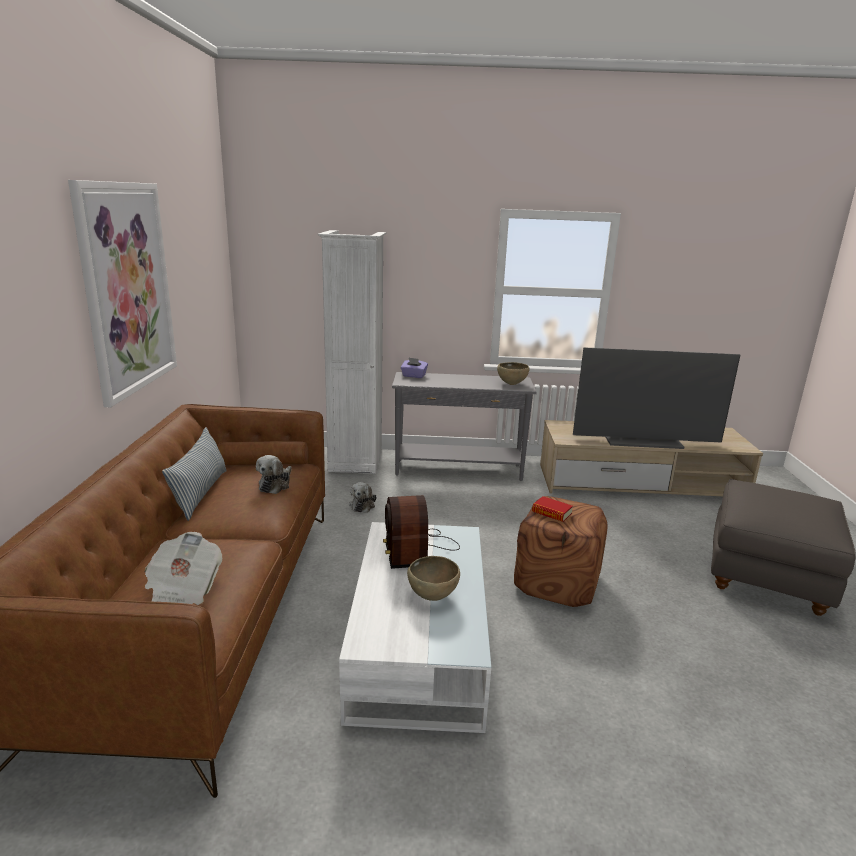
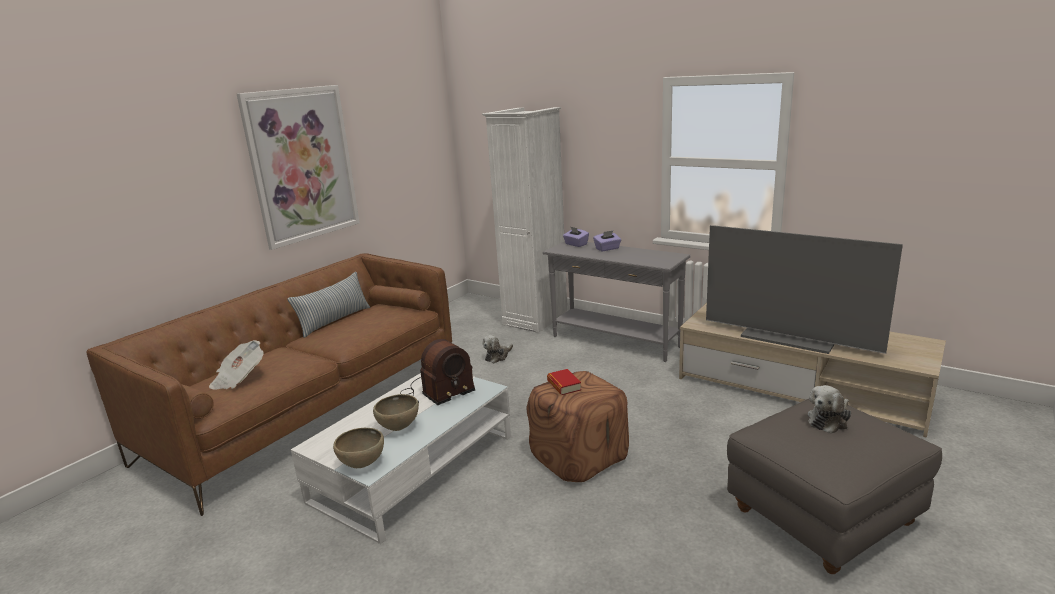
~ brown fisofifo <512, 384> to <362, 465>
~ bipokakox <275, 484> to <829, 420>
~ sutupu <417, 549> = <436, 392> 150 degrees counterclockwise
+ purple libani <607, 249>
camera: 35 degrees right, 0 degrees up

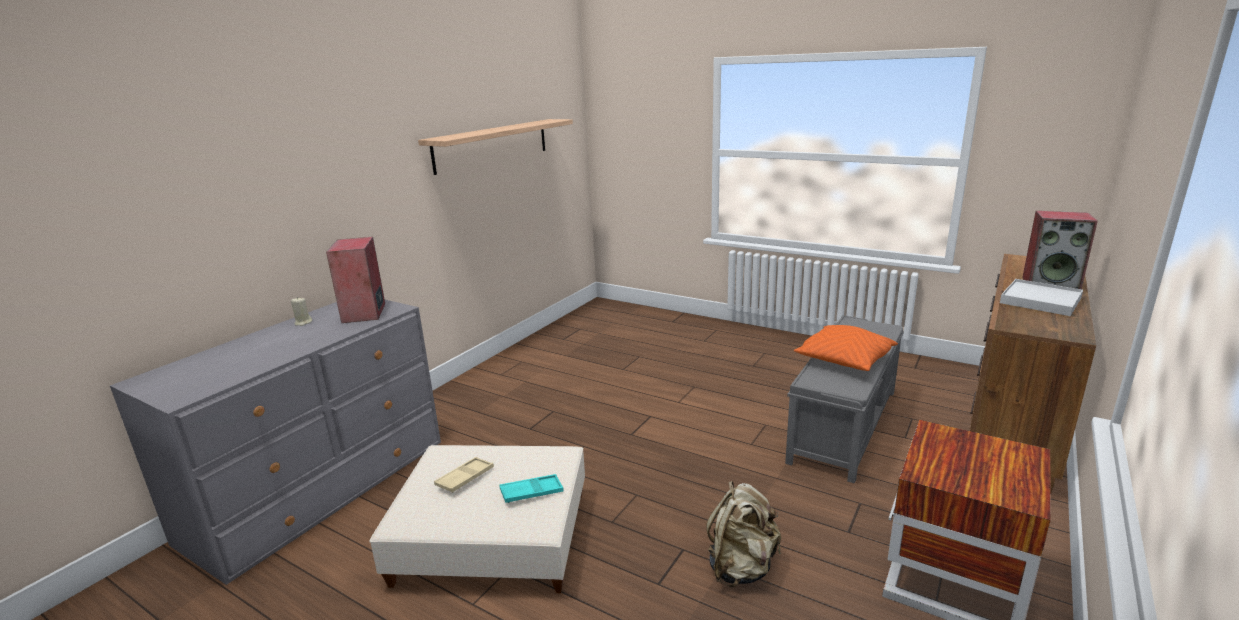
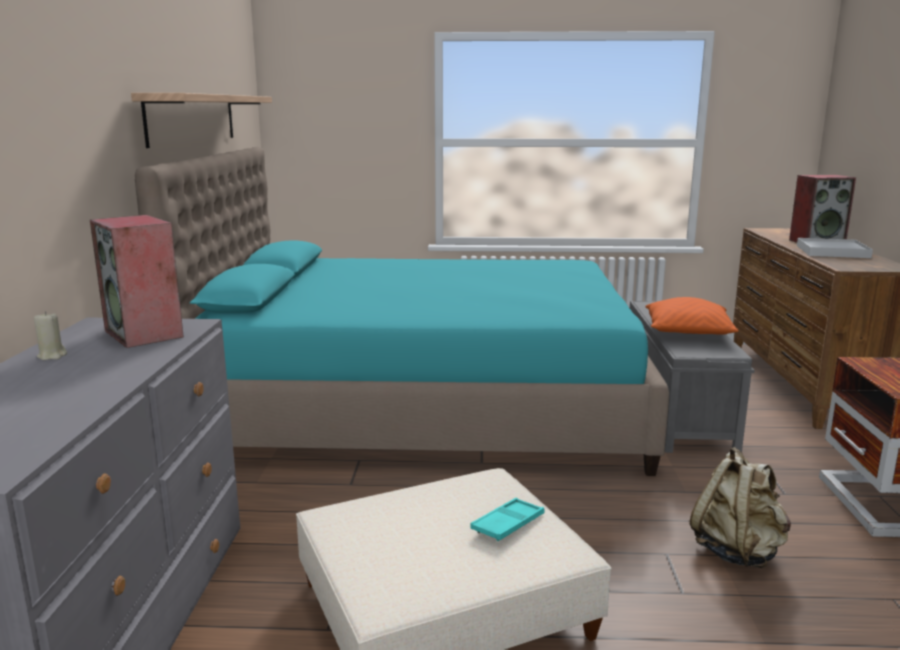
- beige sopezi <465, 478>
+ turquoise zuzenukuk <422, 405>
camera: 30 degrees left, 5 degrees down

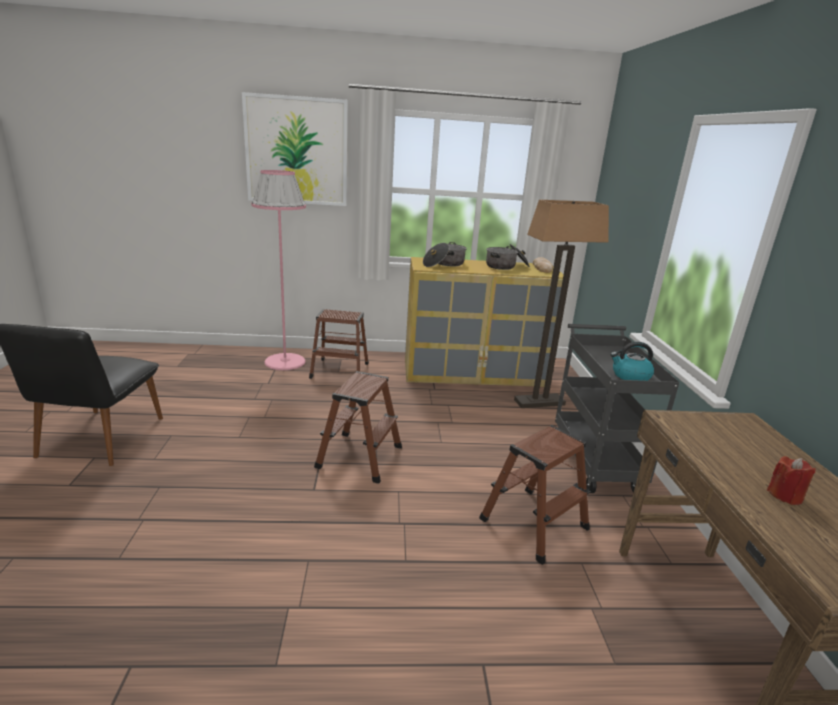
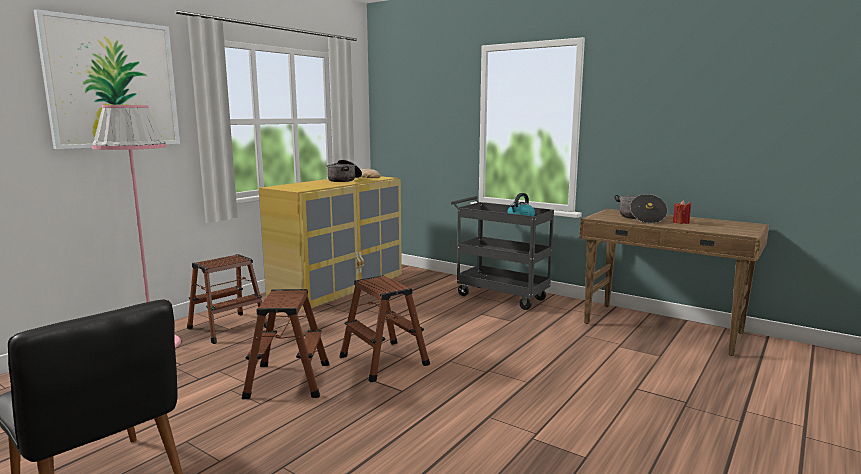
- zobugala <539, 402>
~ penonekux <444, 264> to <640, 218>
~ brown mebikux <534, 523> to <288, 380>
camera: 50 degrees left, 10 degrees down

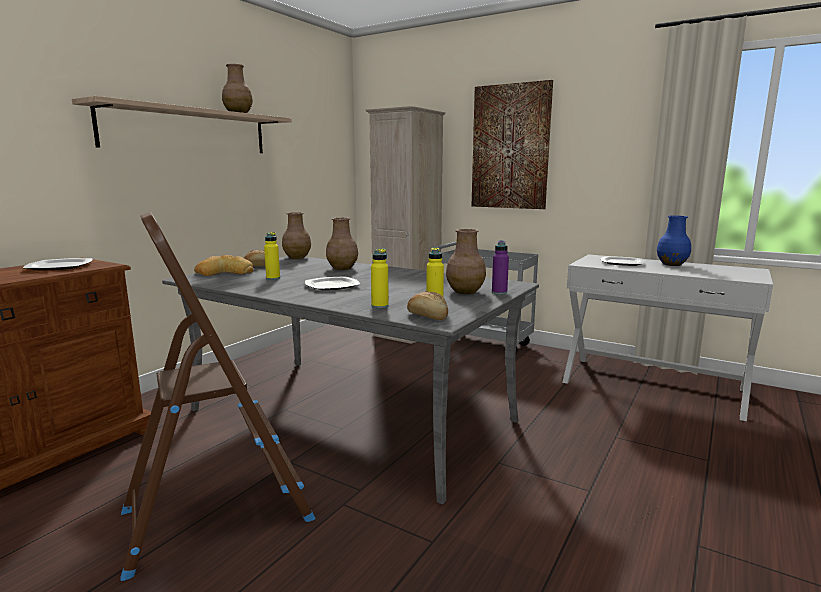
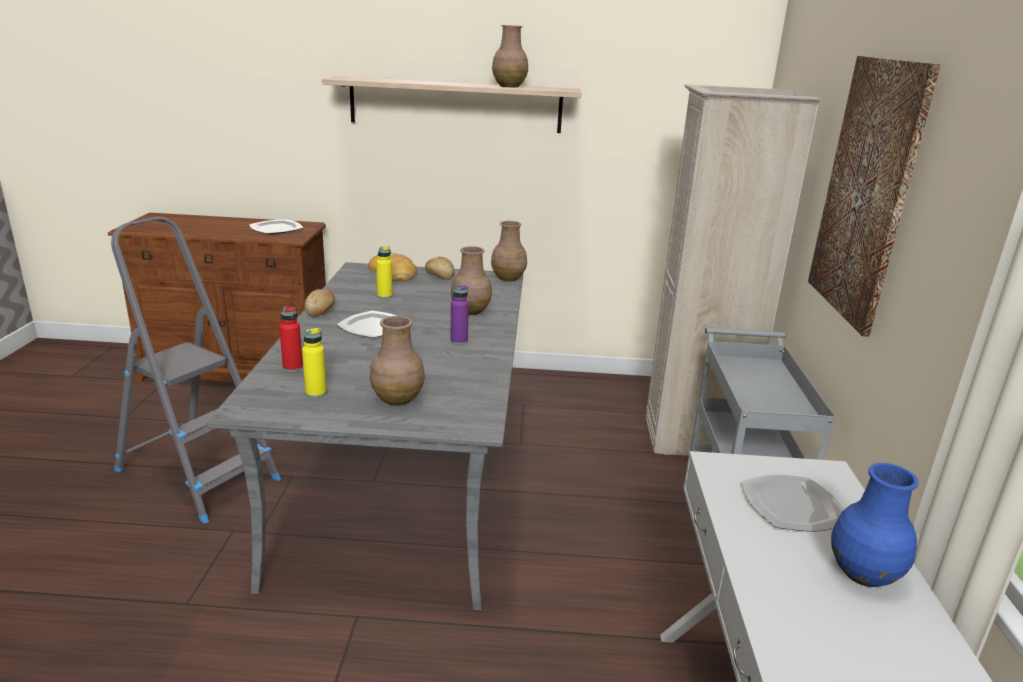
~ brown mebikux <220, 515> to grey mebikux <198, 475>
~ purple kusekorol <499, 292> to <459, 341>
~ yellow kusekorol <380, 306> to red kusekorol <293, 368>
~ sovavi <427, 316> to <321, 311>
camera: 60 degrees right, 10 degrees up

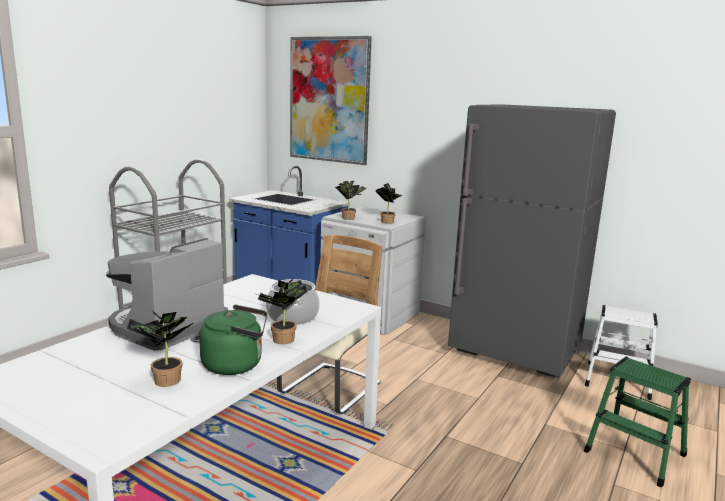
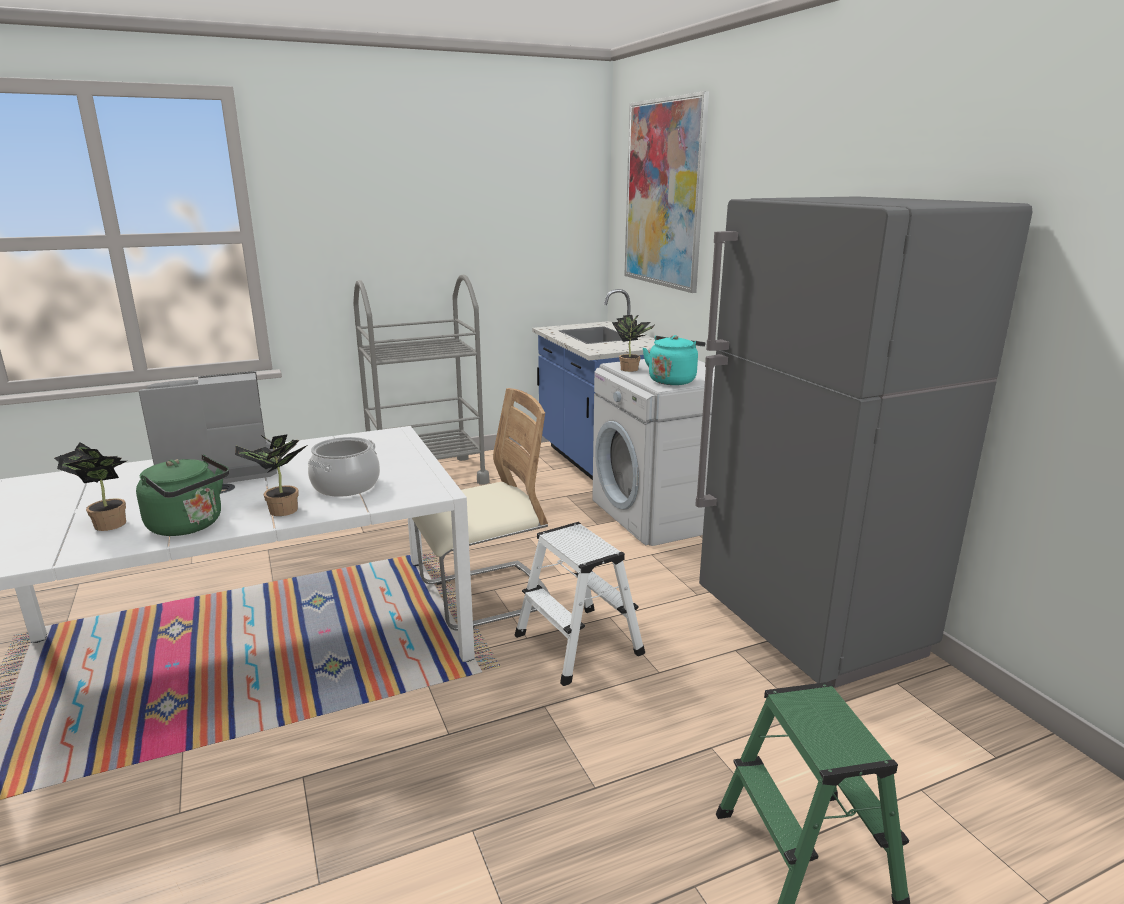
~ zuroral <386, 221> to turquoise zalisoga <673, 380>
~ white mebikux <618, 379> to <579, 644>
camera: 35 degrees right, 5 degrees up

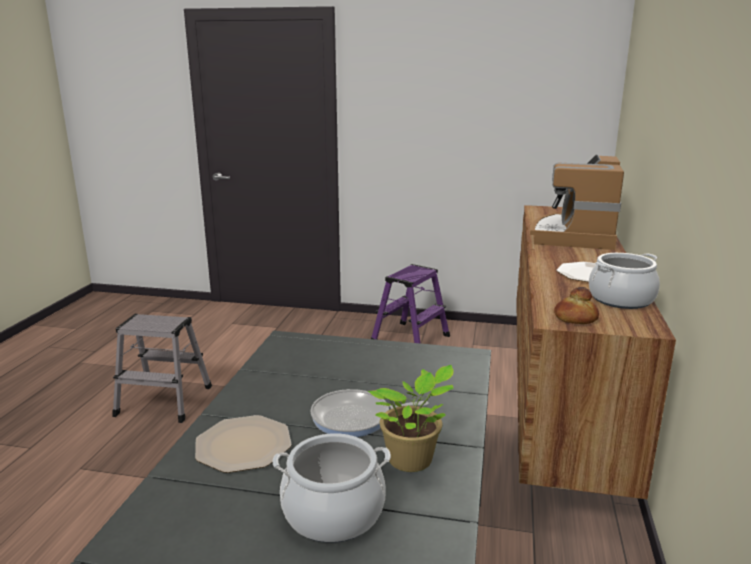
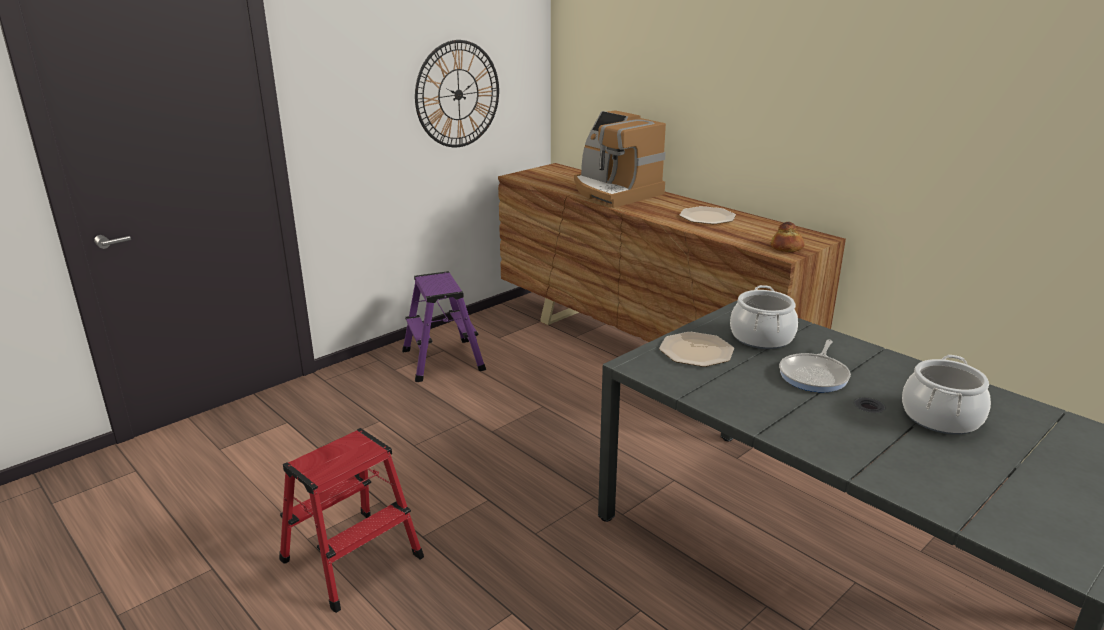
~ penonekux <621, 299> to <762, 337>
~ grey mebikux <164, 400> to red mebikux <352, 557>
- zuroral <413, 461>
~ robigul <244, 445> to <696, 350>
+ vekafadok <458, 94>
camera: 55 degrees left, 5 degrees up

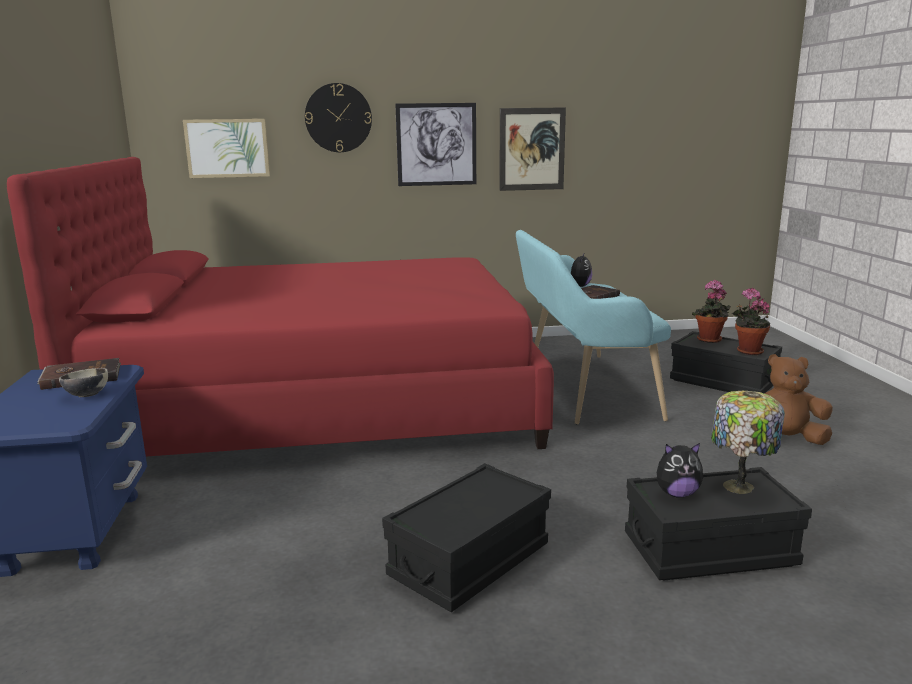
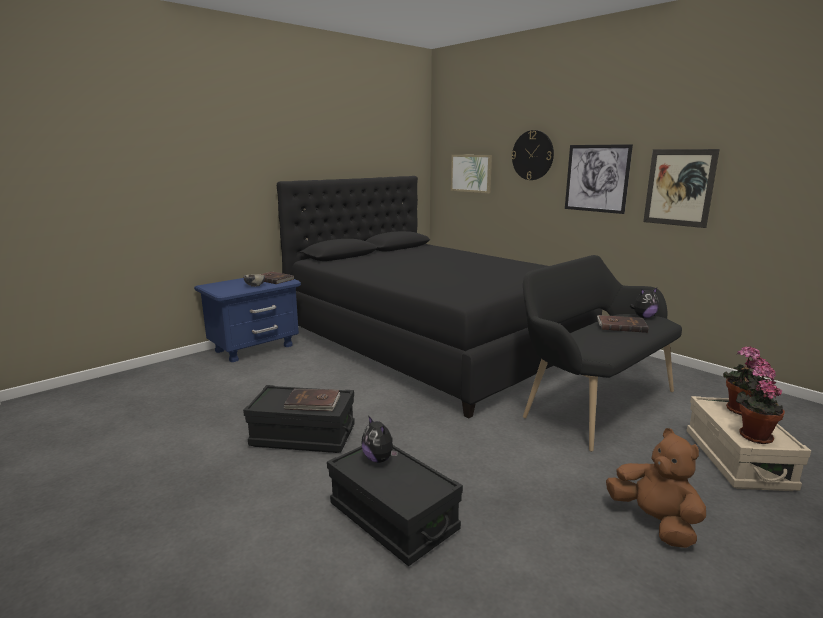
~ red zuzenukuk <321, 404> to black zuzenukuk <431, 342>
~ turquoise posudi <581, 388> to black posudi <593, 402>
~ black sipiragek <722, 382> to beige sipiragek <737, 460>
- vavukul <739, 488>
+ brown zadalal <313, 402>
camera: 55 degrees right, 0 degrees up

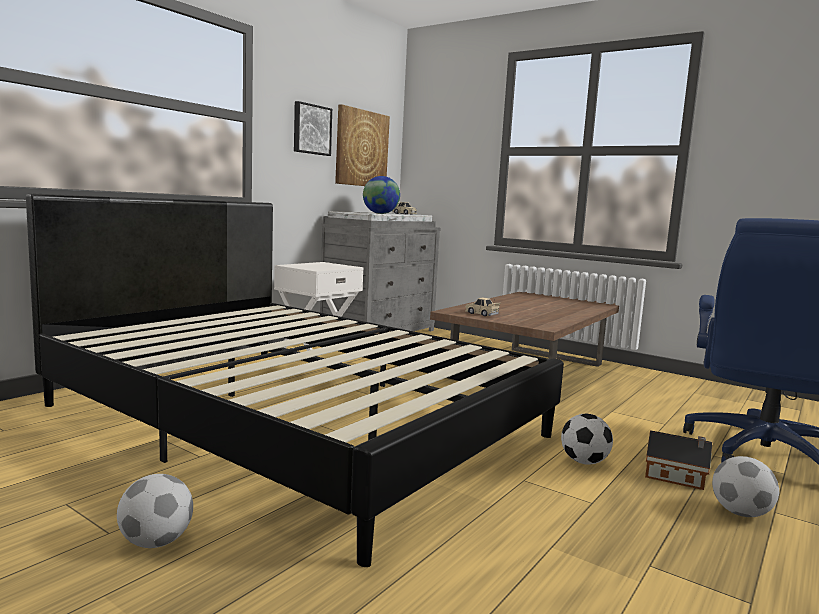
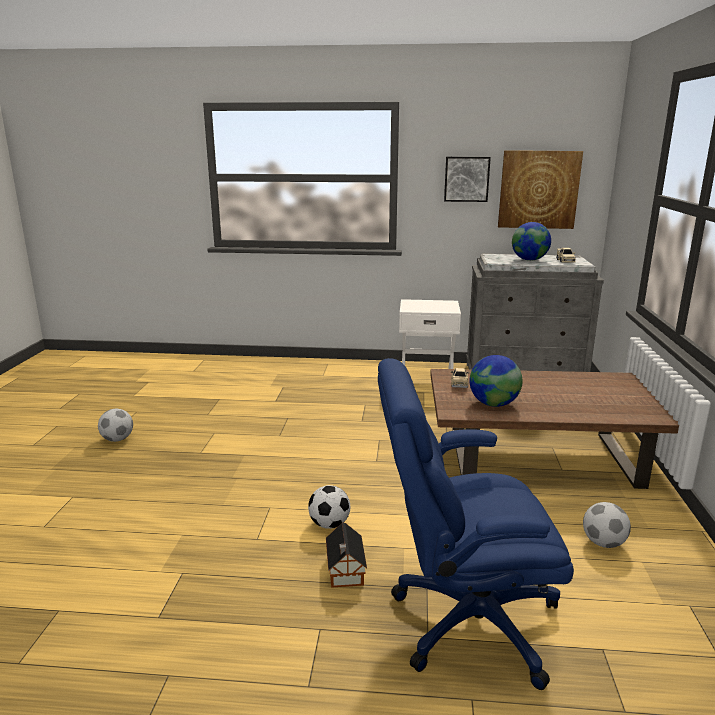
- black zuzenukuk <294, 419>
~ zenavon <740, 513> to <603, 543>
+ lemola <493, 404>
camera: 60 degrees right, 10 degrees up

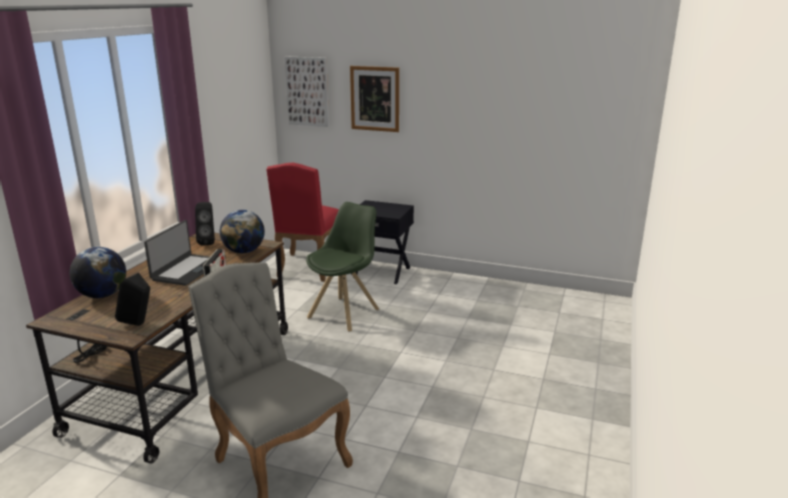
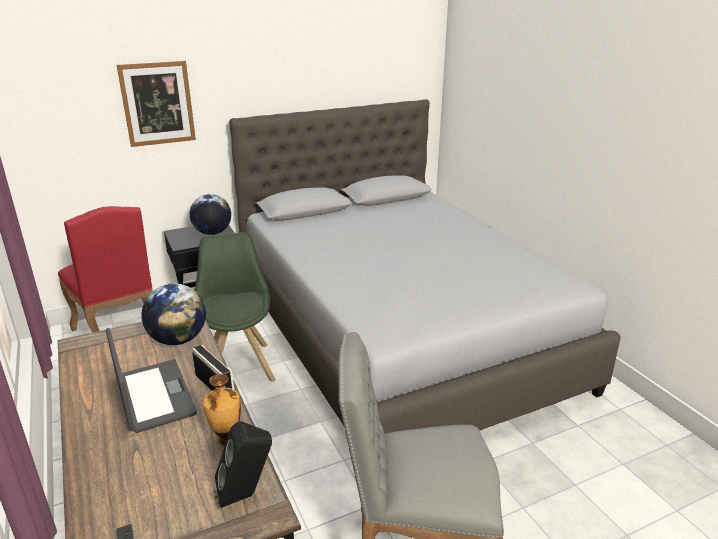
- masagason <307, 91>
- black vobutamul <208, 242>
~ lemola <102, 295> to <212, 233>
+ grey zuzenukuk <399, 333>
+ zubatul <226, 440>
camera: 45 degrees left, 5 degrees up

